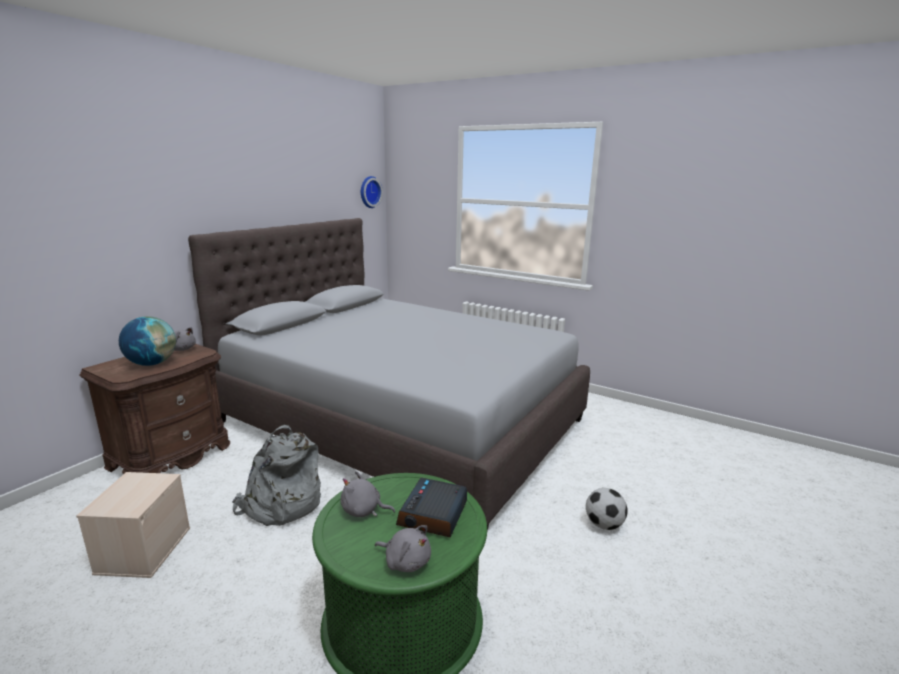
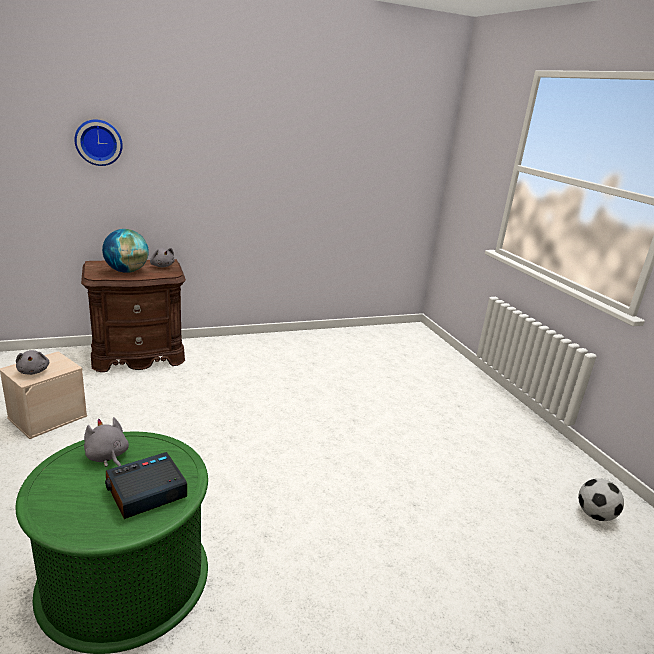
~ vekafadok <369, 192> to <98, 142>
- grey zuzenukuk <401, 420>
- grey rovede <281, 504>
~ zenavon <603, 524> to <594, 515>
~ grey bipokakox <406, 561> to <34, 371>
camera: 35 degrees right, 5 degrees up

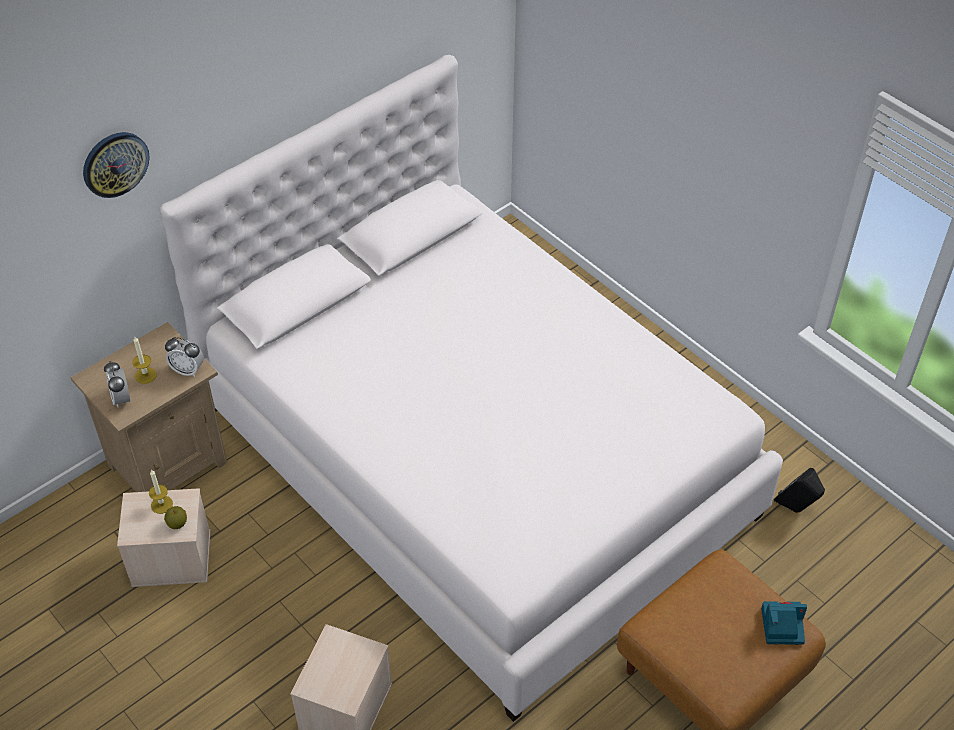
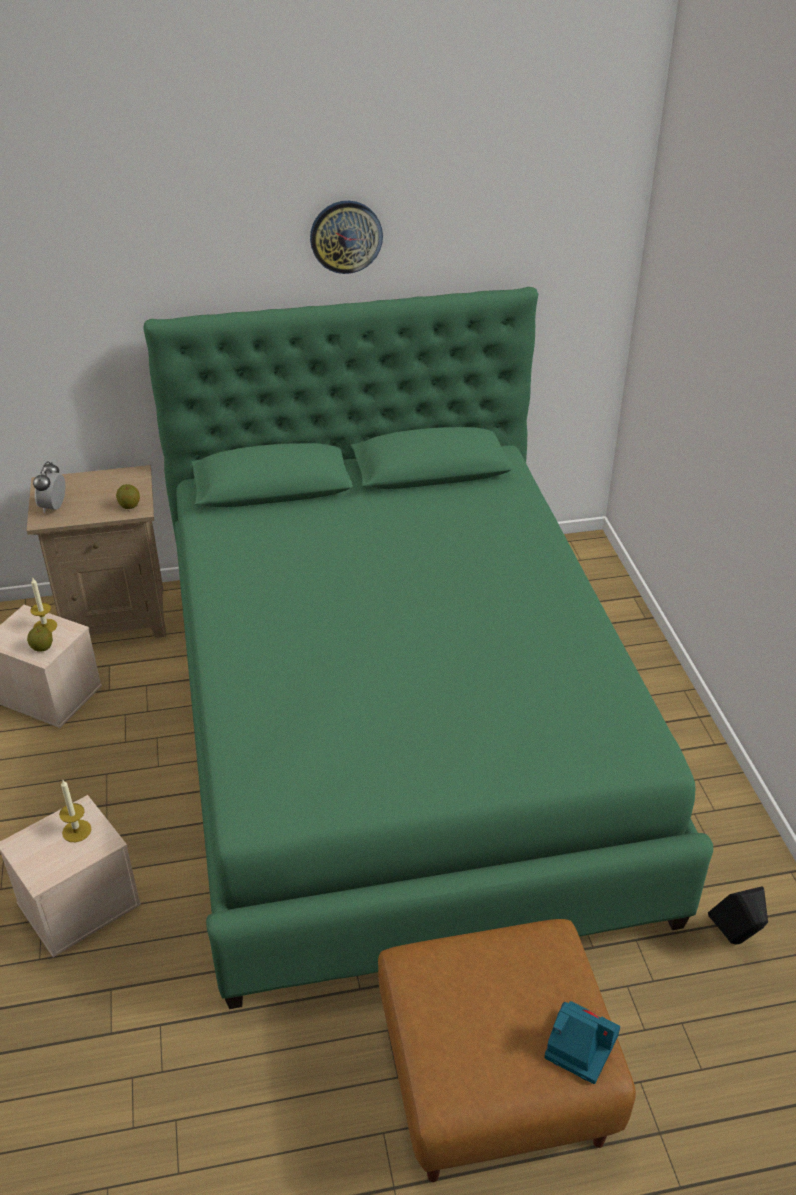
~ white zuzenukuk <476, 459> to green zuzenukuk <398, 729>
~ vekafadok <115, 164> to <346, 236>
~ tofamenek <145, 375> to <76, 831>
~ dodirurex <188, 370> to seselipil <129, 506>
camera: 30 degrees right, 10 degrees down

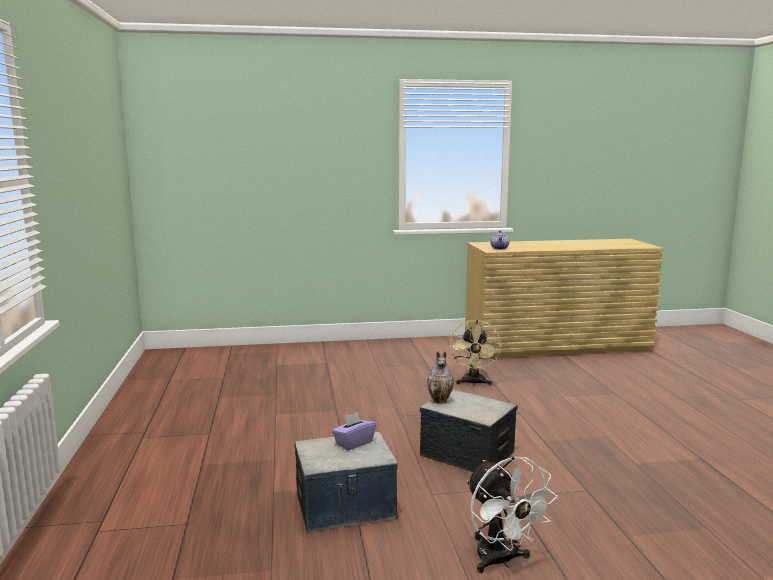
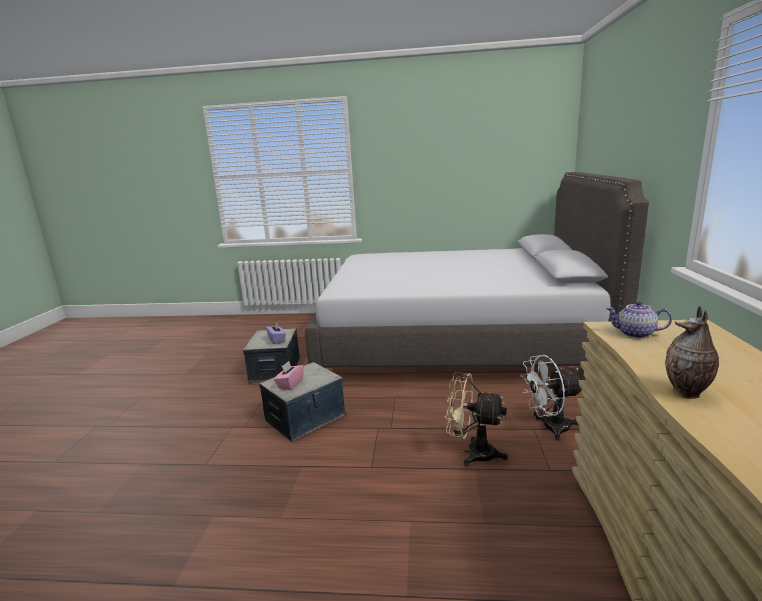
~ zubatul <440, 401> to <687, 393>
~ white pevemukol <501, 561> to <549, 428>
+ grey zuzenukuk <456, 342>
+ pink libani <290, 384>
camera: 105 degrees right, 5 degrees up

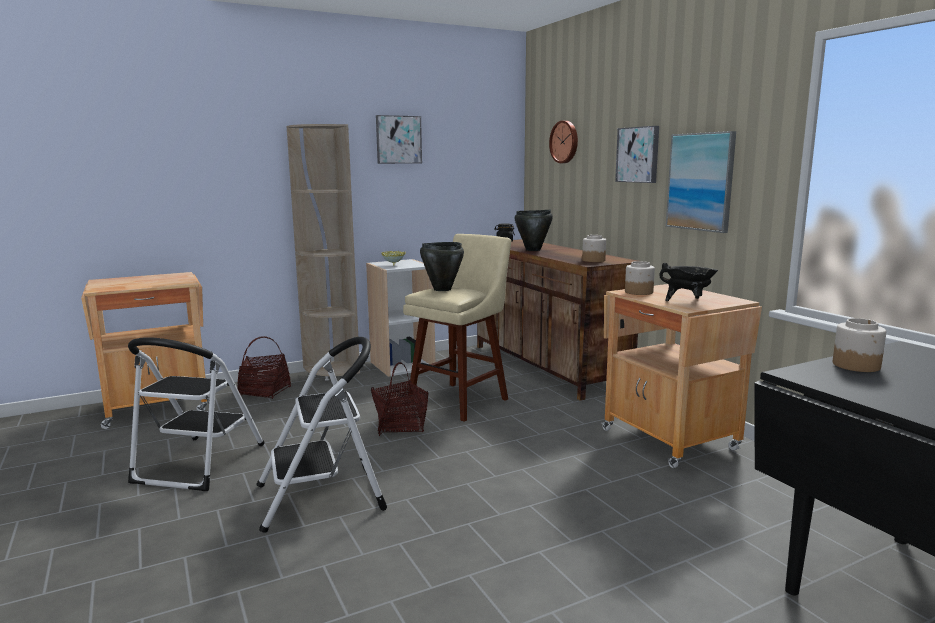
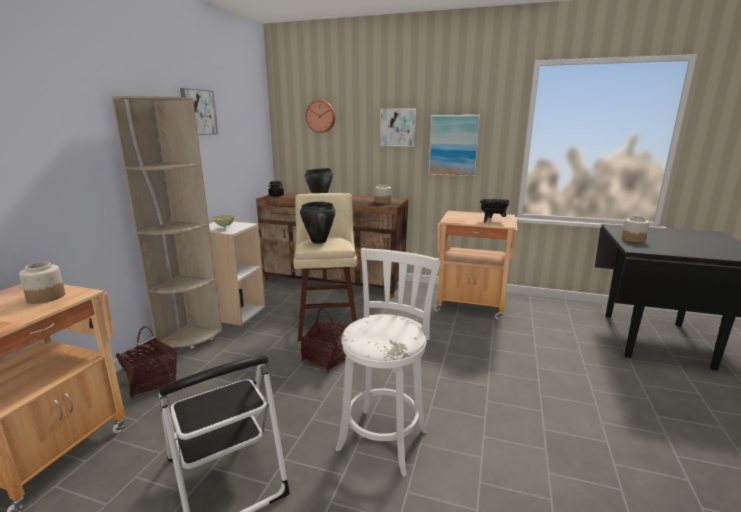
~ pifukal <638, 292> to <45, 297>
~ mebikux <325, 497> to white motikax <384, 437>
camera: 45 degrees left, 5 degrees up

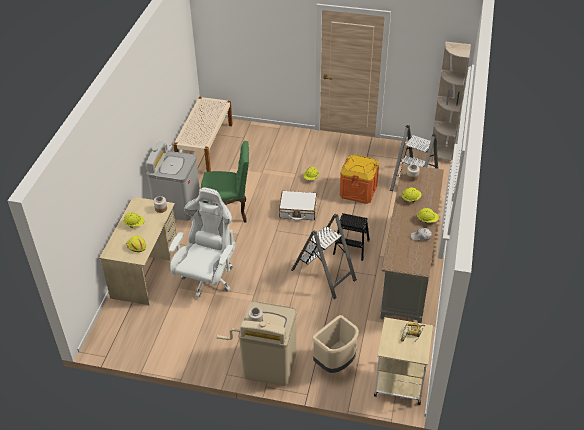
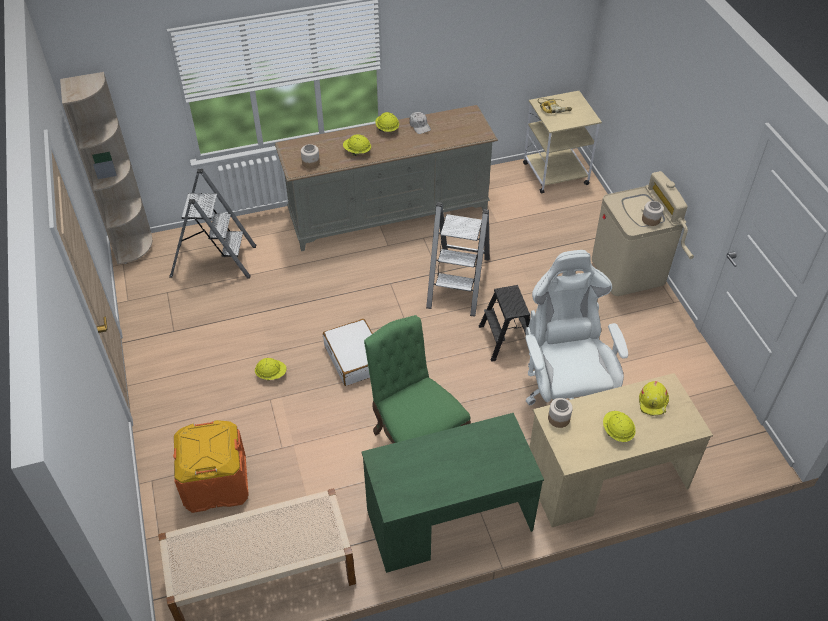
~ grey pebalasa <177, 206> to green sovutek <448, 520>
~ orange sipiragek <358, 191> to <215, 483>
~ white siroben <207, 281> = <564, 392> 90 degrees clockwise
~ black mebikux <351, 247> to <507, 339>
- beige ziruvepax <335, 362>
camera: 120 degrees left, 5 degrees up

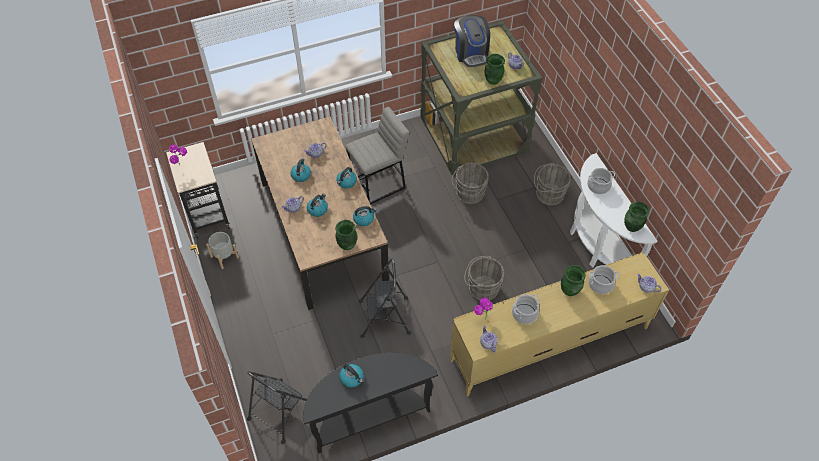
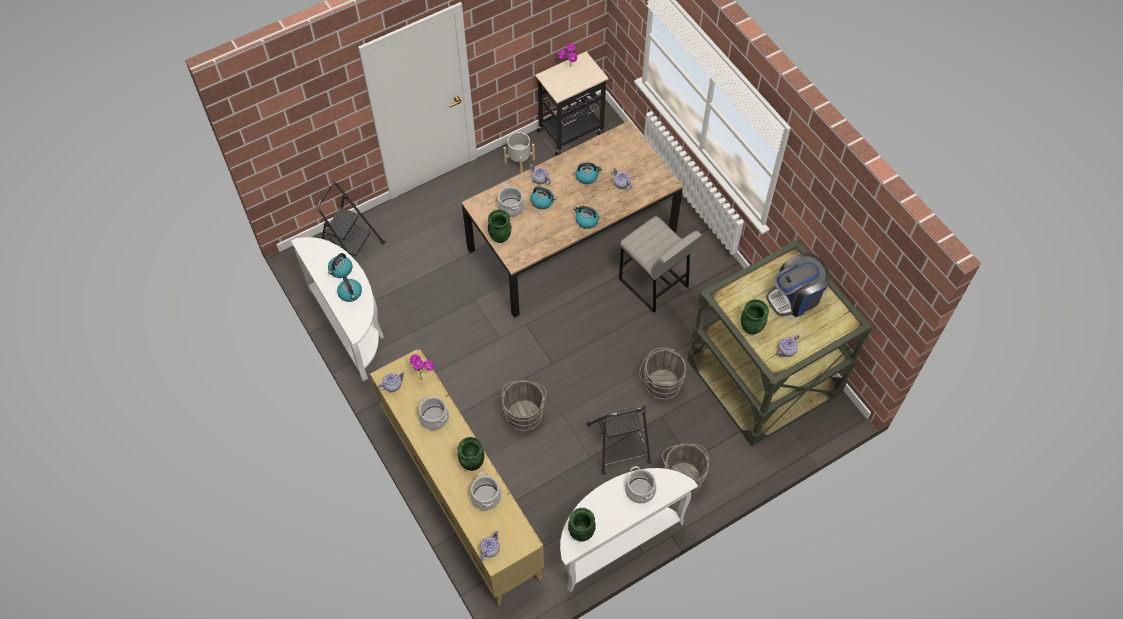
~ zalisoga <364, 219> to <350, 293>
~ black mebikux <386, 316> to <619, 444>
~ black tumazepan <369, 416> to white tumazepan <352, 327>
+ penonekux <511, 207>
camera: 80 degrees right, 5 degrees up

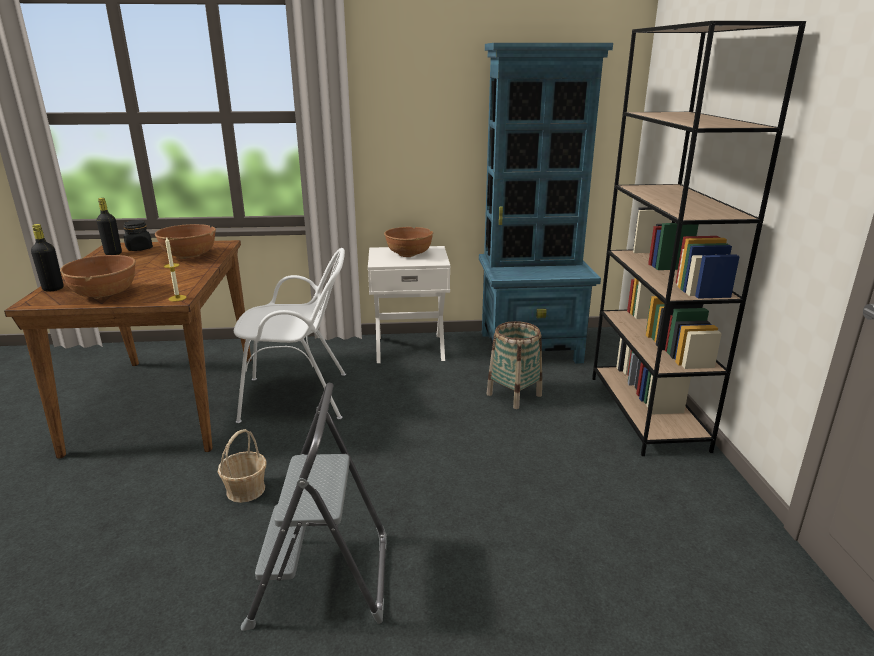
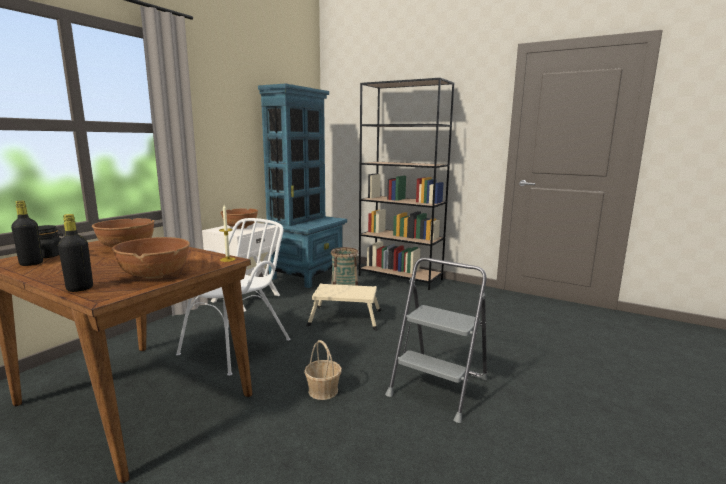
+ beige mebikux <345, 318>
camera: 55 degrees left, 10 degrees down

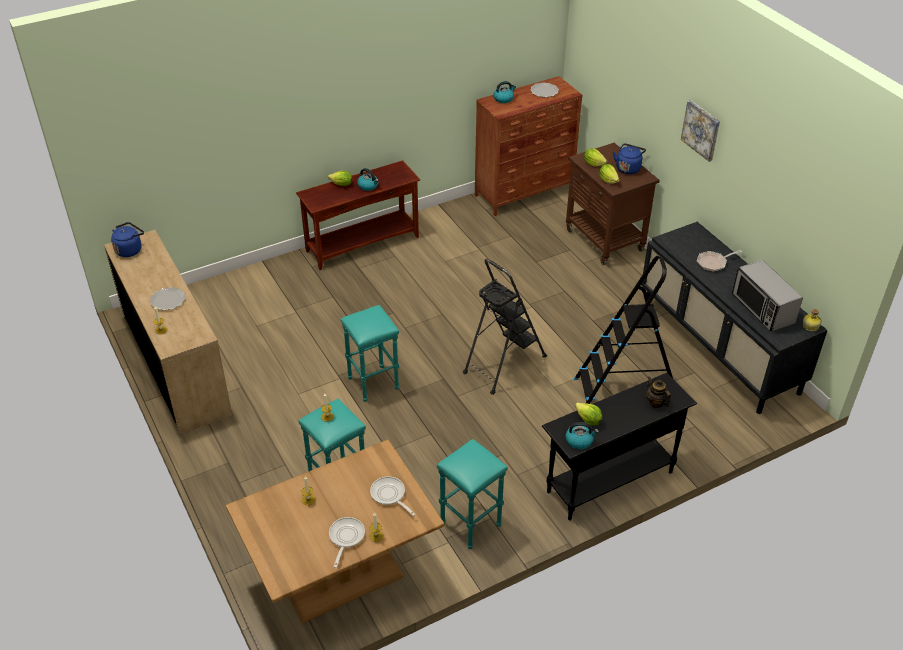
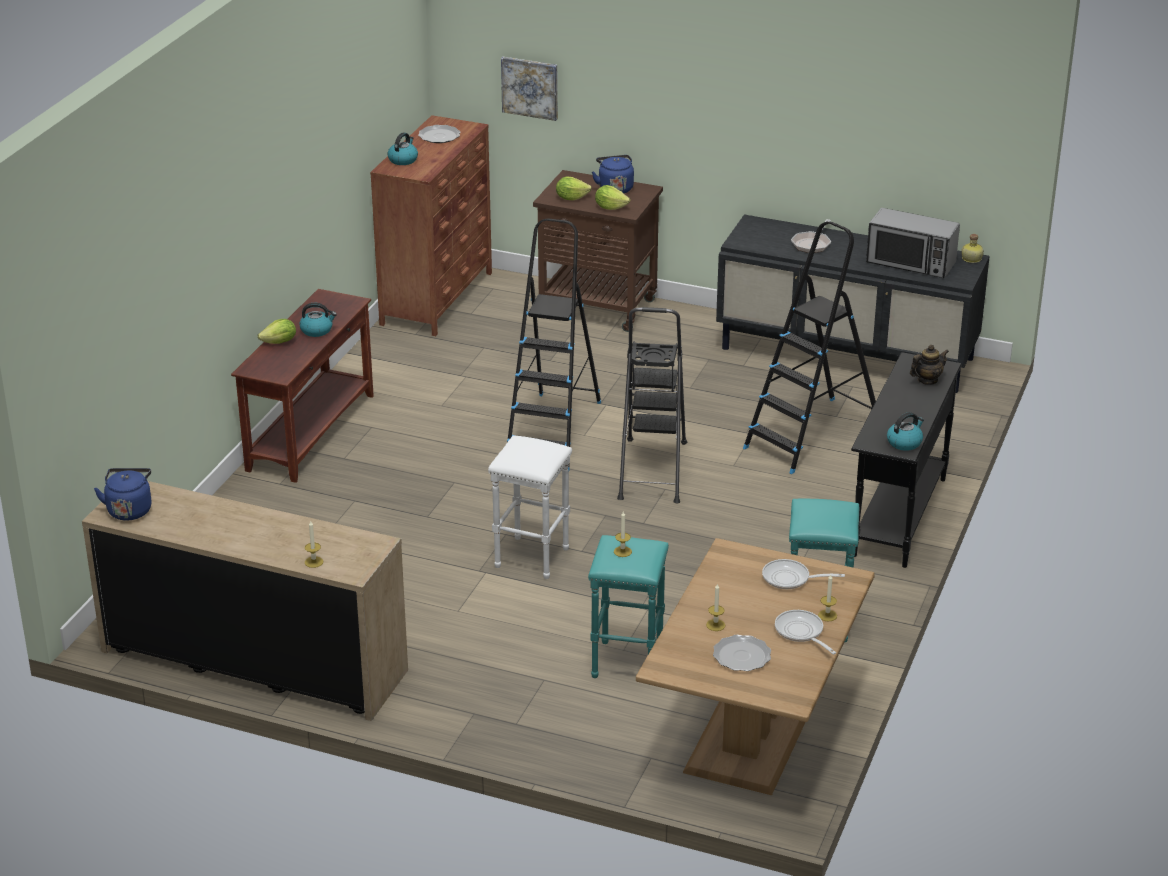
~ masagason <701, 130> to <530, 87>
~ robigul <168, 300> to <741, 656>
~ turquoise motikax <374, 383> to white motikax <533, 557>
~ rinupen <655, 403> = <927, 380> 135 degrees clockwise
- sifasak <588, 420>
+ black mebikux <554, 432>
camera: 40 degrees left, 10 degrees down

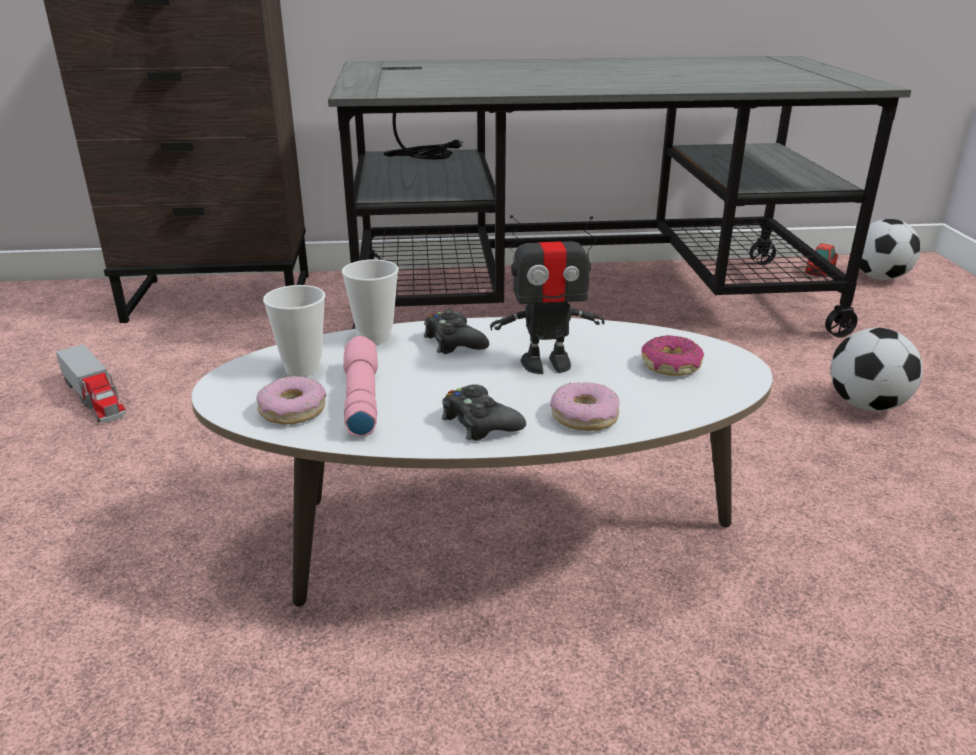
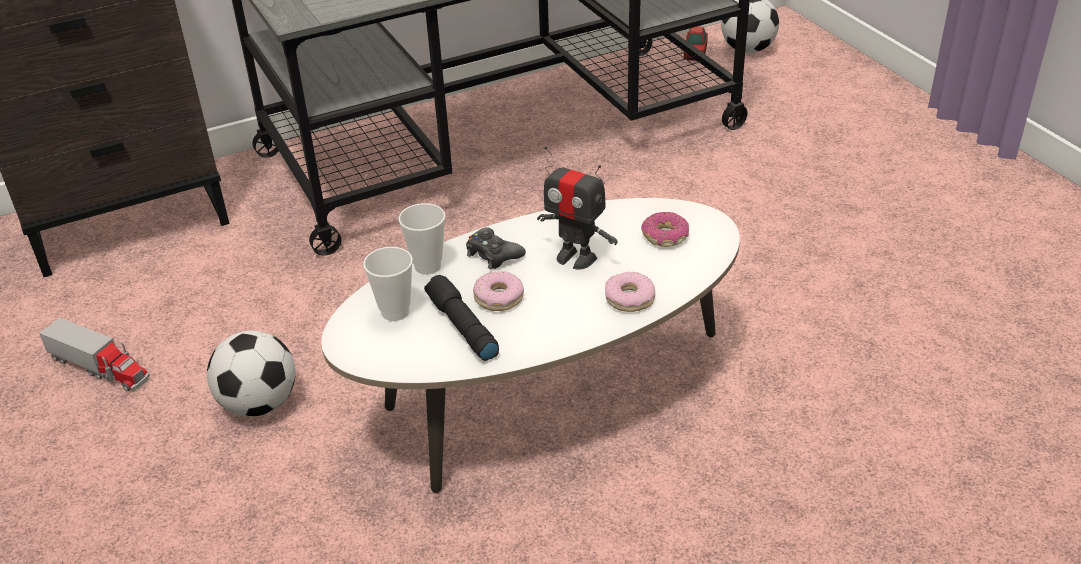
~ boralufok <546, 363> = <576, 258> 60 degrees clockwise
~ zenavon <866, 405> to <259, 404>
~ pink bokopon <360, 398> to black bokopon <461, 326>
~ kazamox <292, 410> to <498, 298>
- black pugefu <480, 422>
camera: 20 degrees left, 10 degrees up

